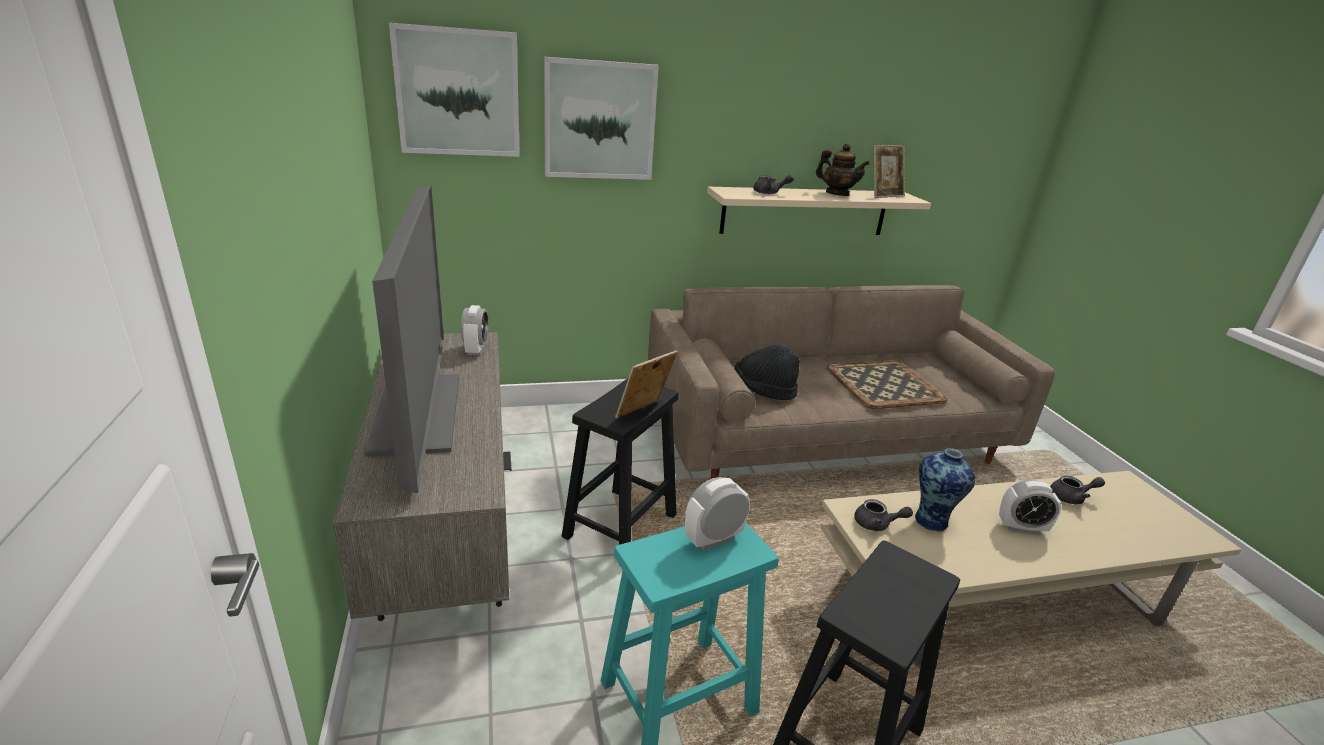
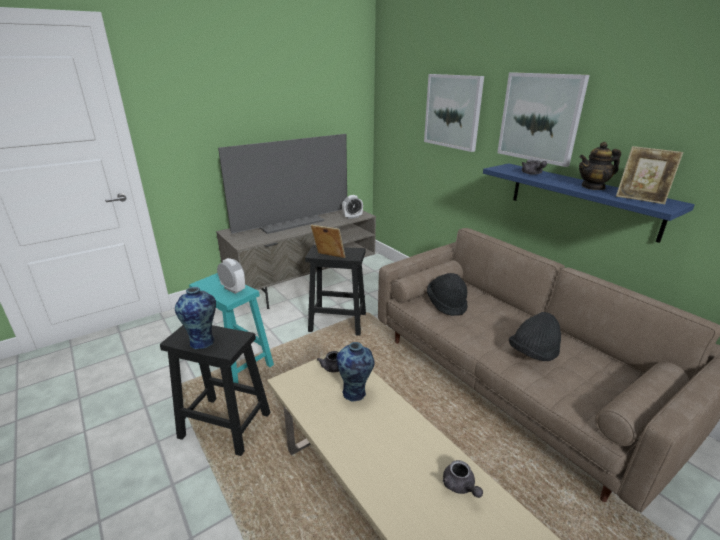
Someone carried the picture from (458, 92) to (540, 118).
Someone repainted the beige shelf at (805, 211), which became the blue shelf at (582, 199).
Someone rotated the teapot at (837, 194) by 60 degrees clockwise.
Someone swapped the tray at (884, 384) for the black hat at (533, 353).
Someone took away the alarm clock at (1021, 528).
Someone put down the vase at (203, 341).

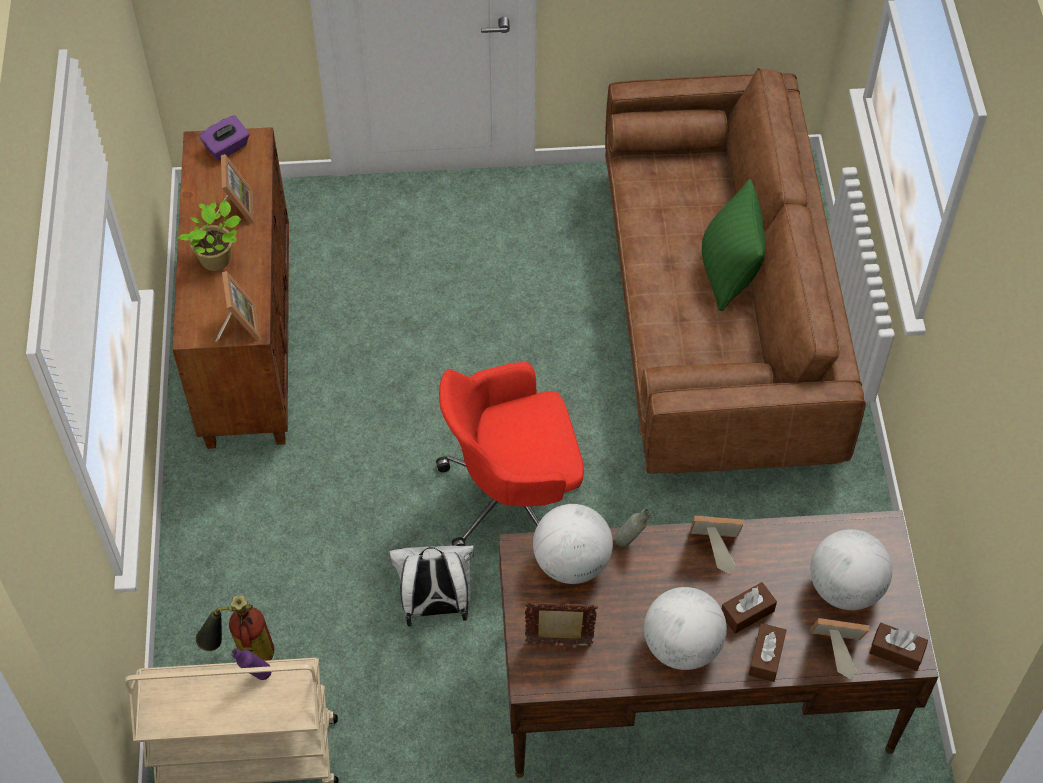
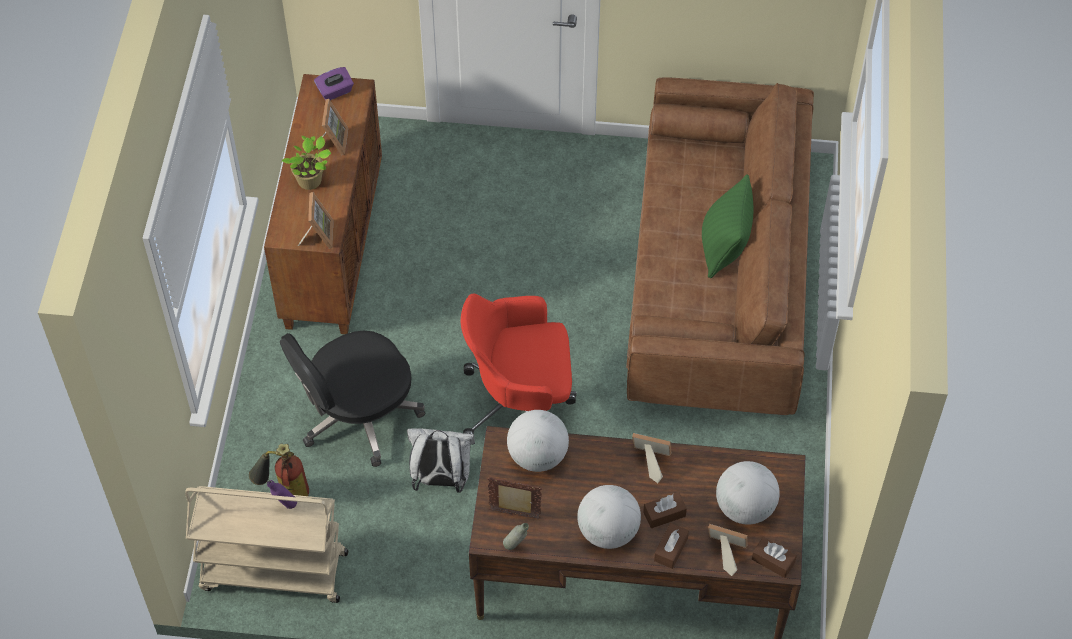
Someone carried the grey bottle from (630, 542) to (516, 547).
Someone put down the black office chair at (357, 416).

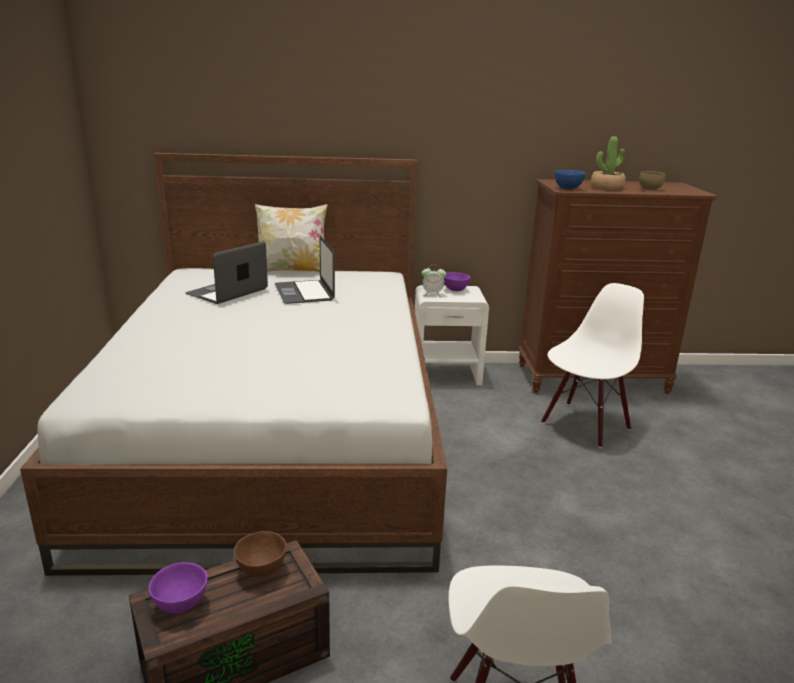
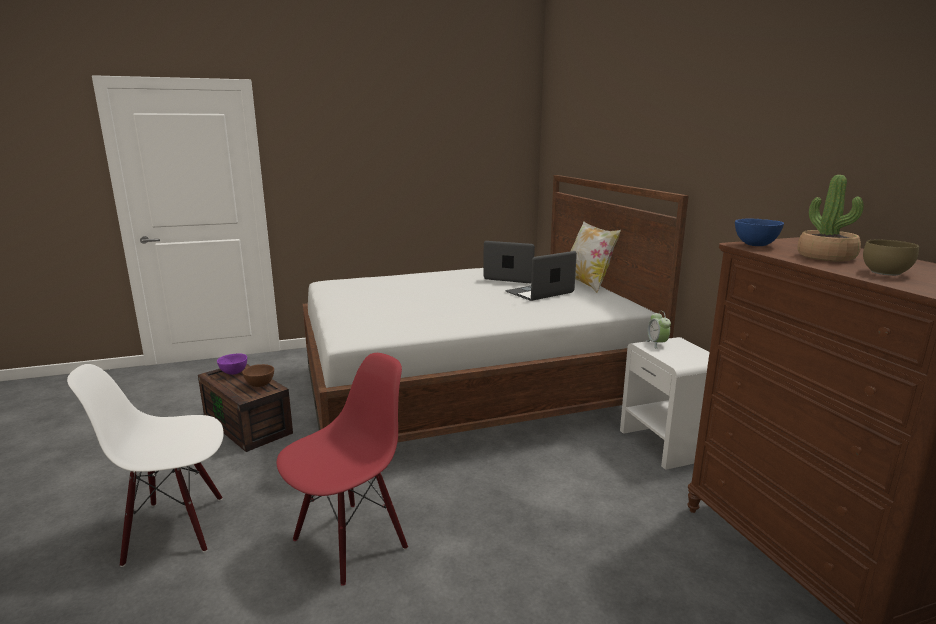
Someone took away the purple bowl at (455, 290).
Someone took away the white chair at (584, 425).
Someone put down the red chair at (350, 542).

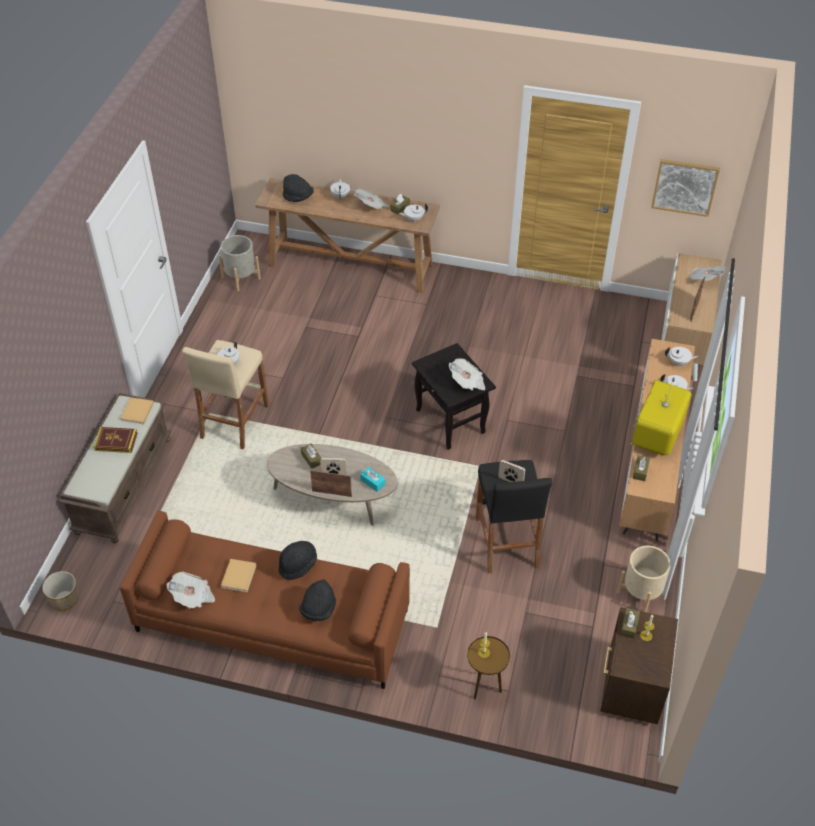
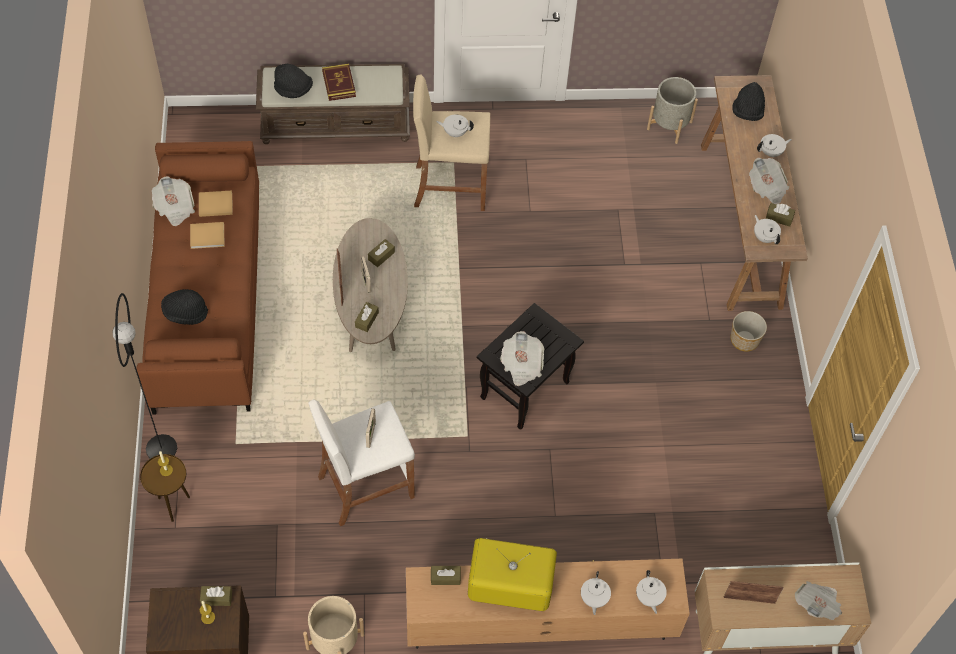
Someone carried the planter from (65, 599) to (745, 340).
Someone carried the beige book from (137, 412) to (214, 204).
Someone carried the black hat from (298, 565) to (293, 89).
Someone repainted the turquoise tissue box at (372, 482), which became the brown tissue box at (367, 320).
Someone repainted the black stool at (506, 543), which became the white stool at (365, 487).
Someone took away the picture at (685, 187).
Someone put down the black floor lamp at (161, 448).

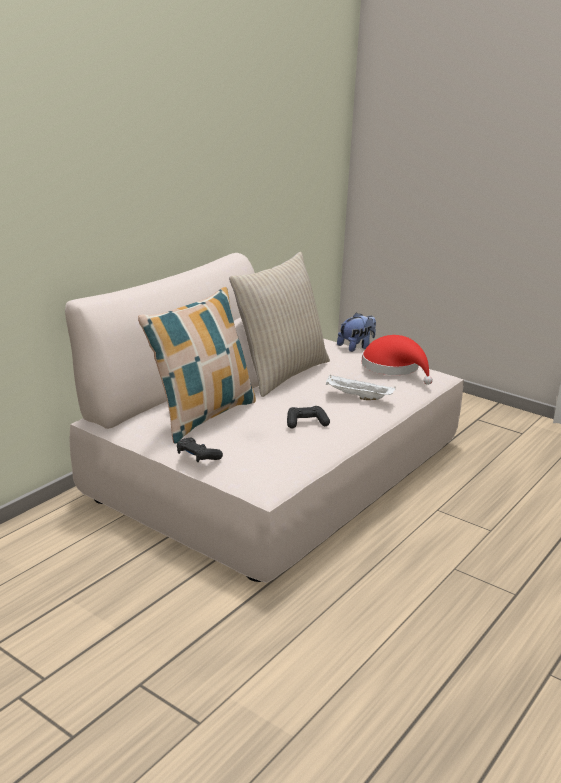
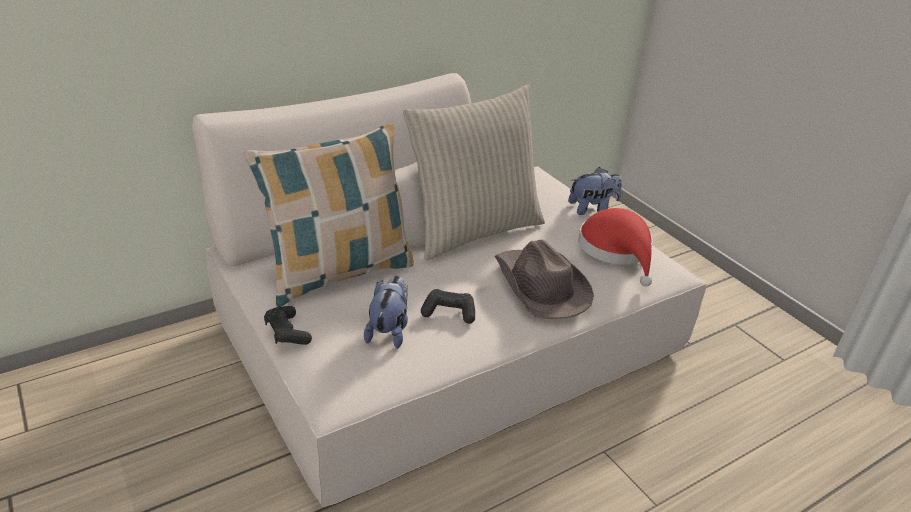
Someone swapped the white tray at (357, 397) for the brown hat at (540, 286).
Someone put down the plush toy at (389, 331).

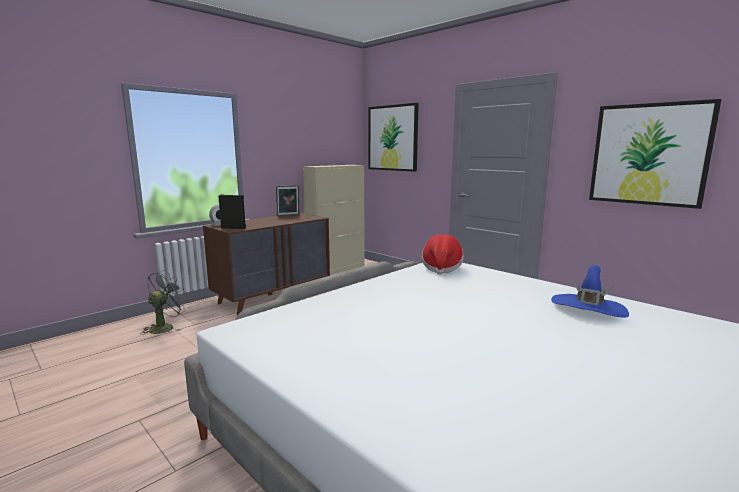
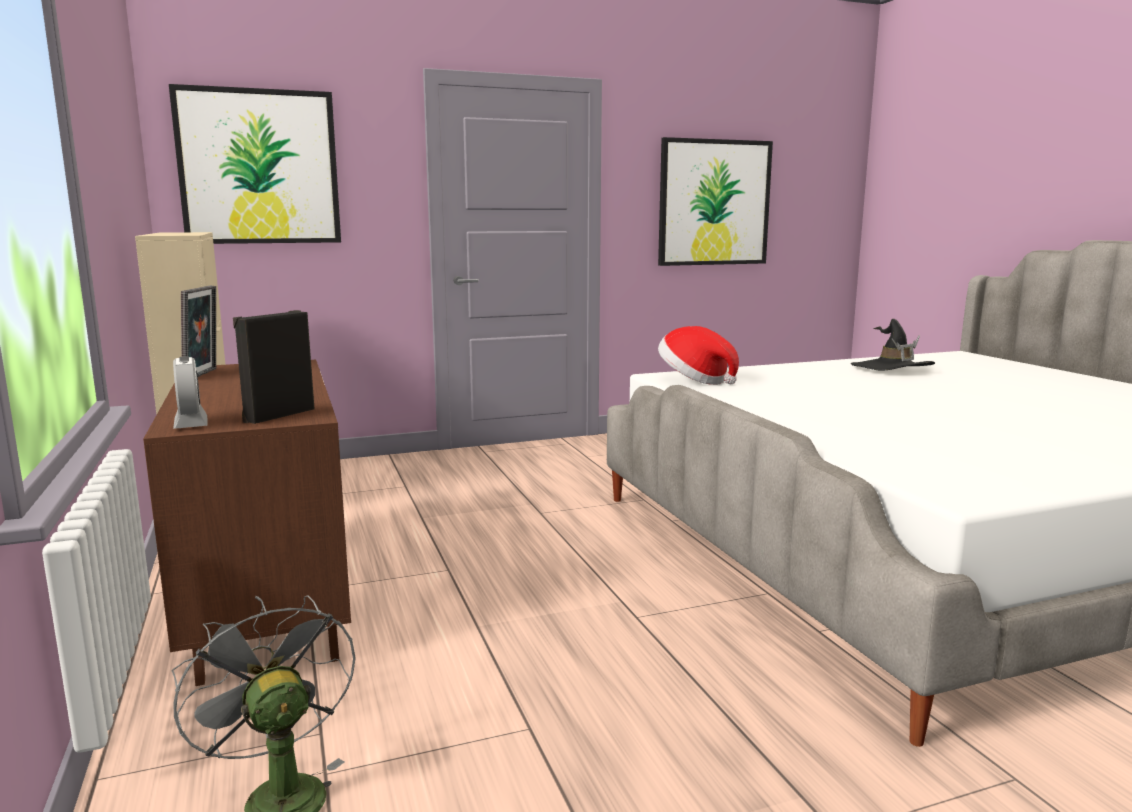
Someone repainted the blue hat at (588, 308), which became the black hat at (891, 369).

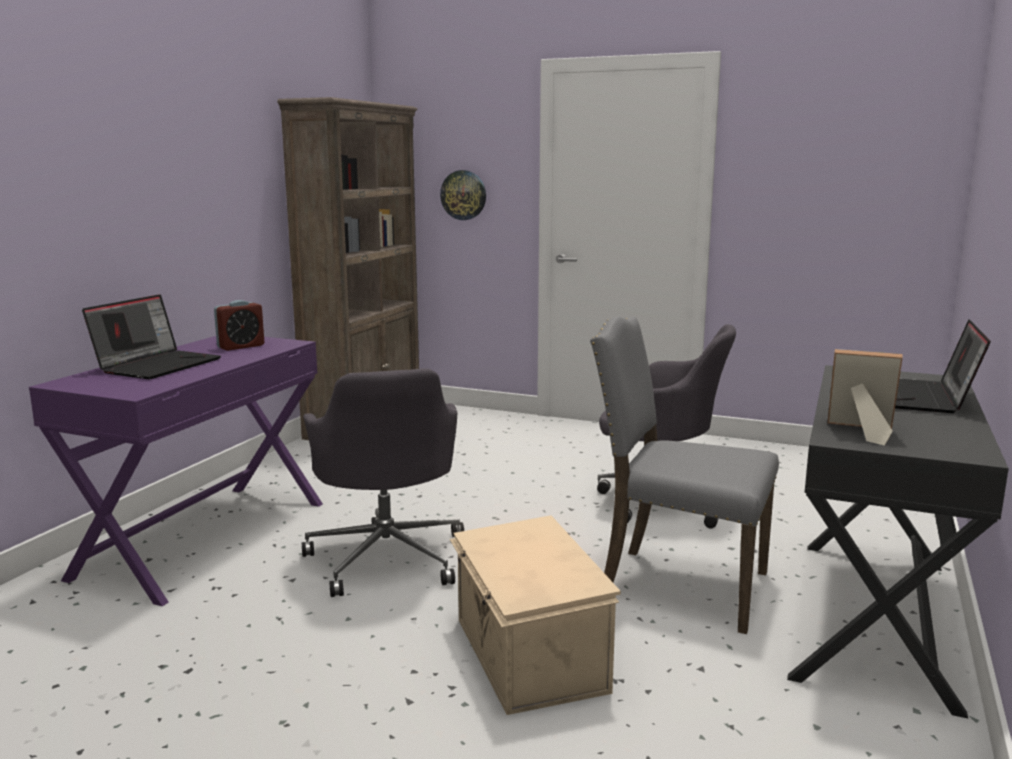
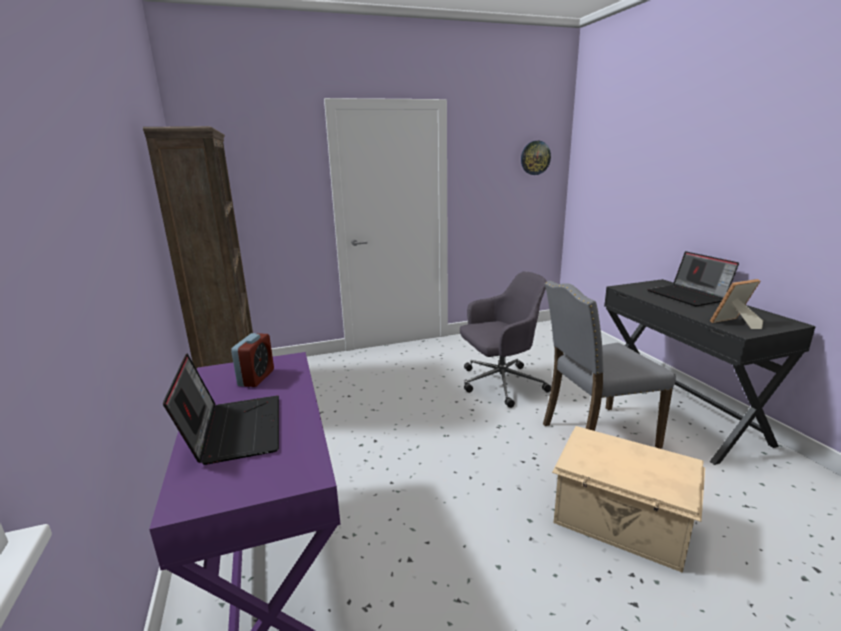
Someone took away the grey office chair at (387, 557).
Someone carried the wall clock from (463, 195) to (535, 158).

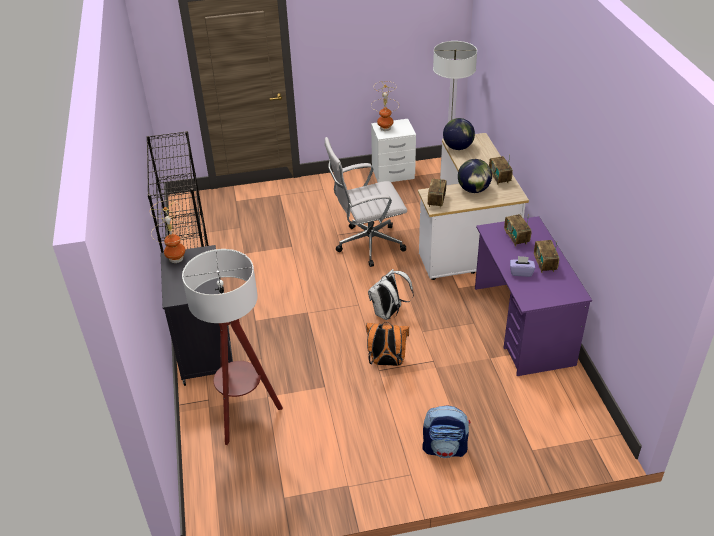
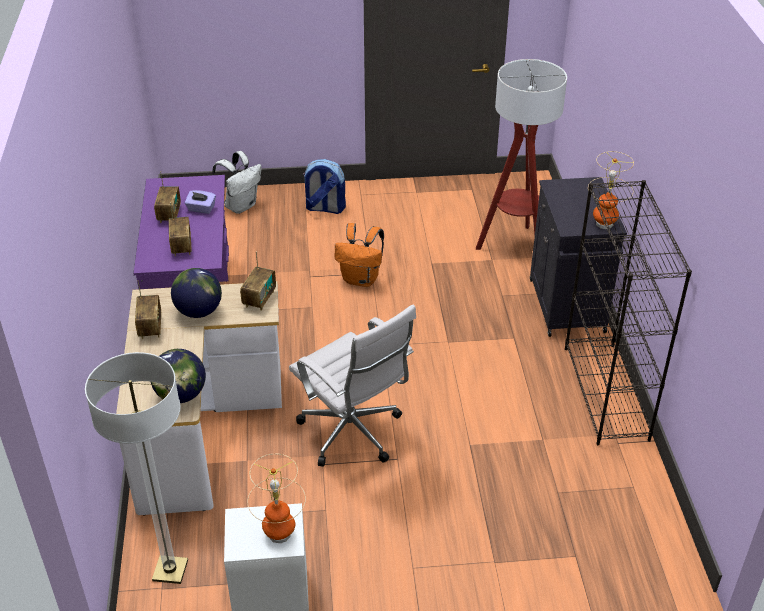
Someone rotated the white office chair at (367, 245) by 60 degrees clockwise.
Someone carried the white backpack from (388, 313) to (240, 206).

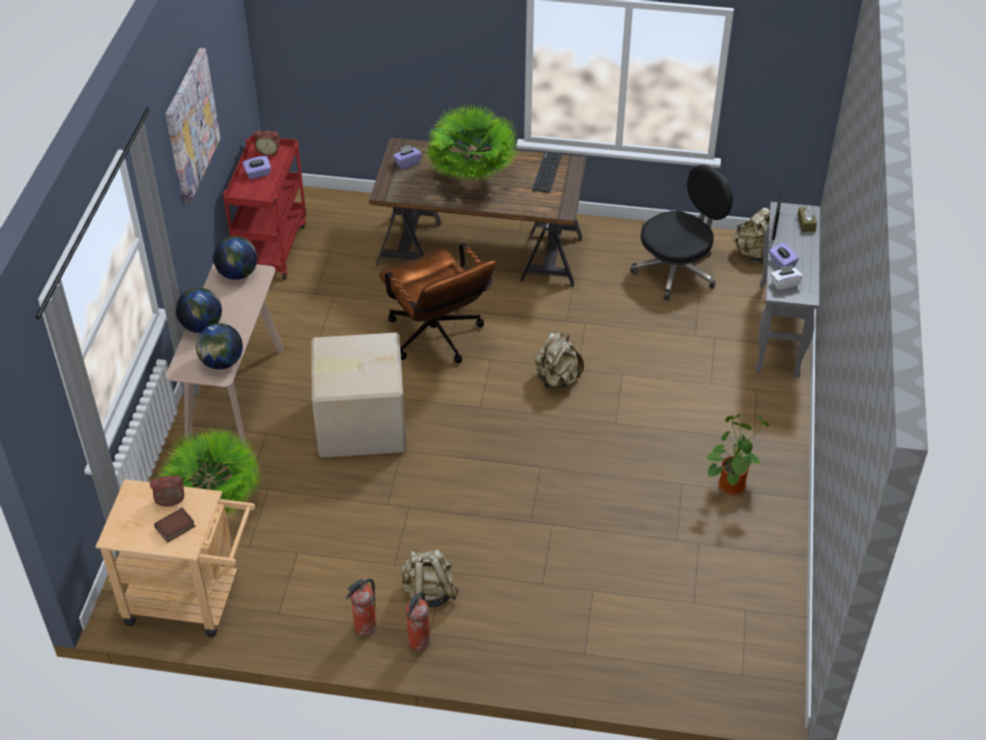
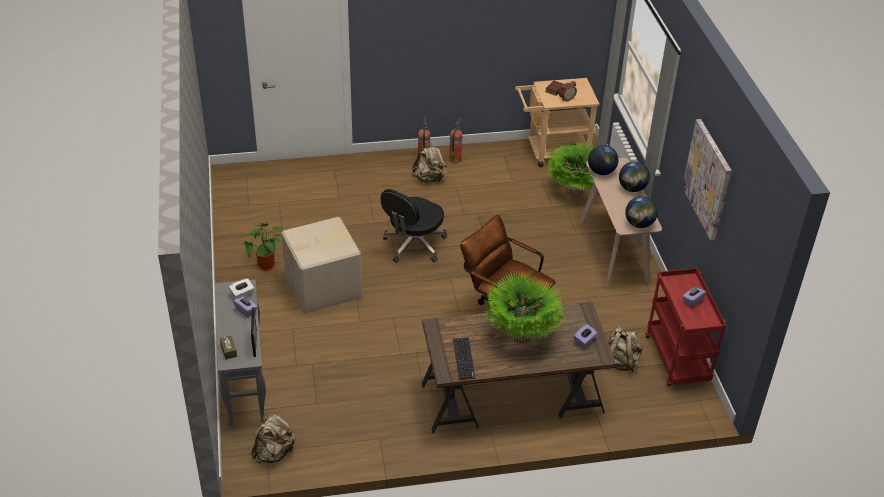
Someone took away the alarm clock at (269, 152).
Someone carried the cardboard box from (360, 423) to (324, 287).
Someone carried the beige backpack from (557, 379) to (620, 361).
Someone carried the black office chair from (677, 270) to (413, 245).

